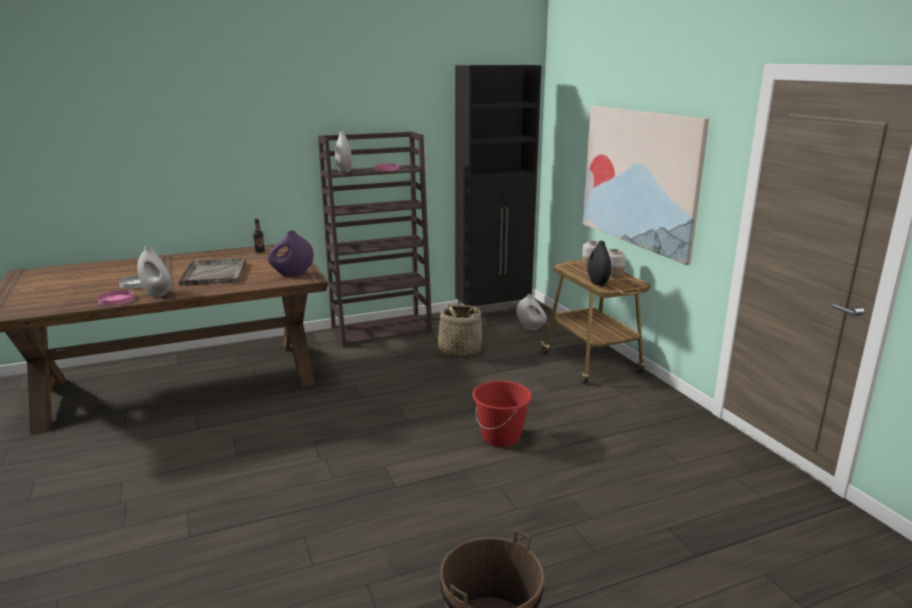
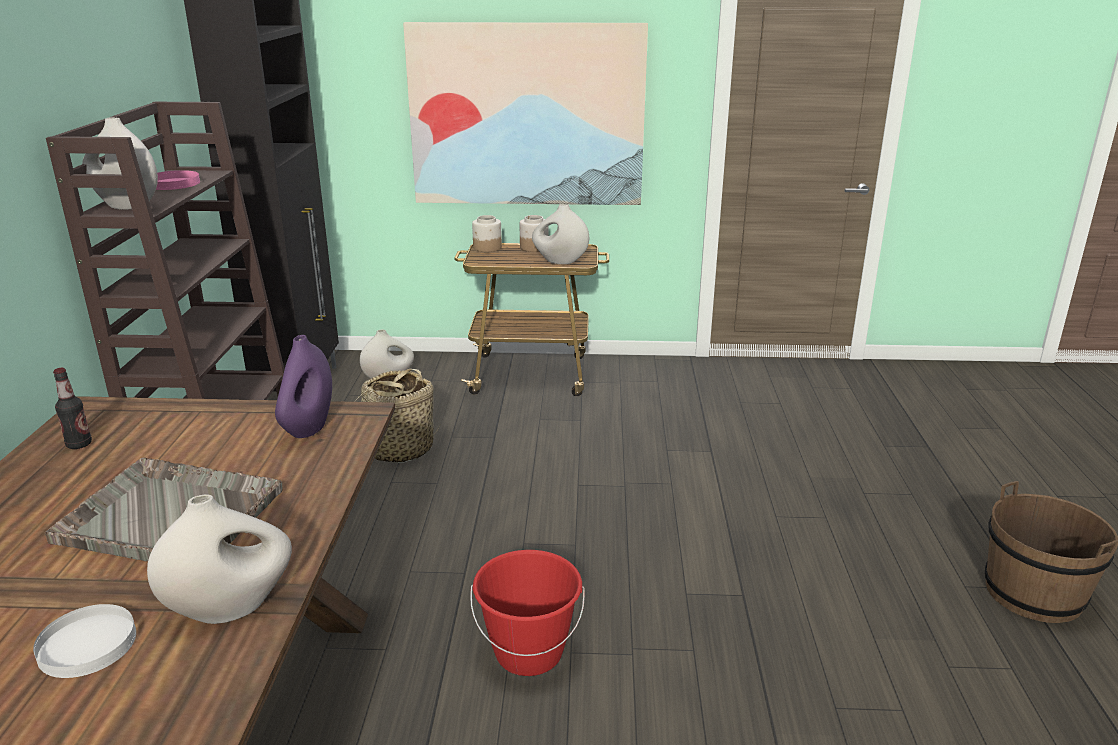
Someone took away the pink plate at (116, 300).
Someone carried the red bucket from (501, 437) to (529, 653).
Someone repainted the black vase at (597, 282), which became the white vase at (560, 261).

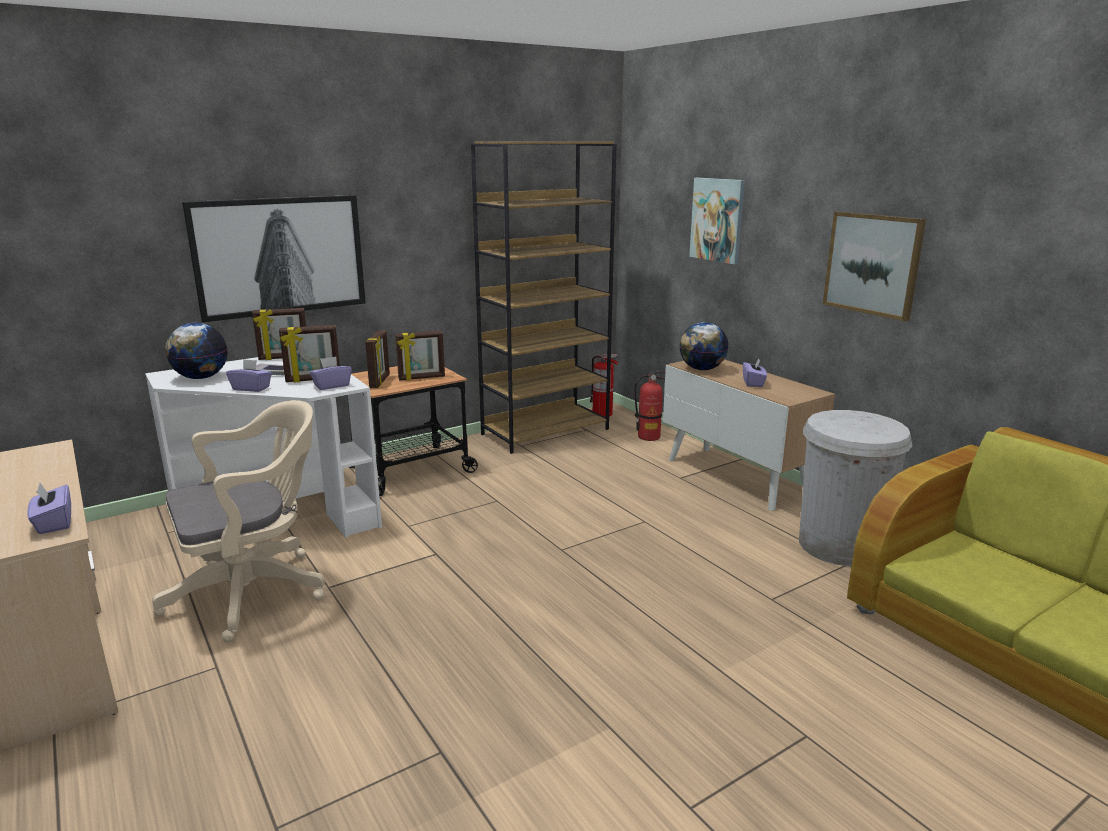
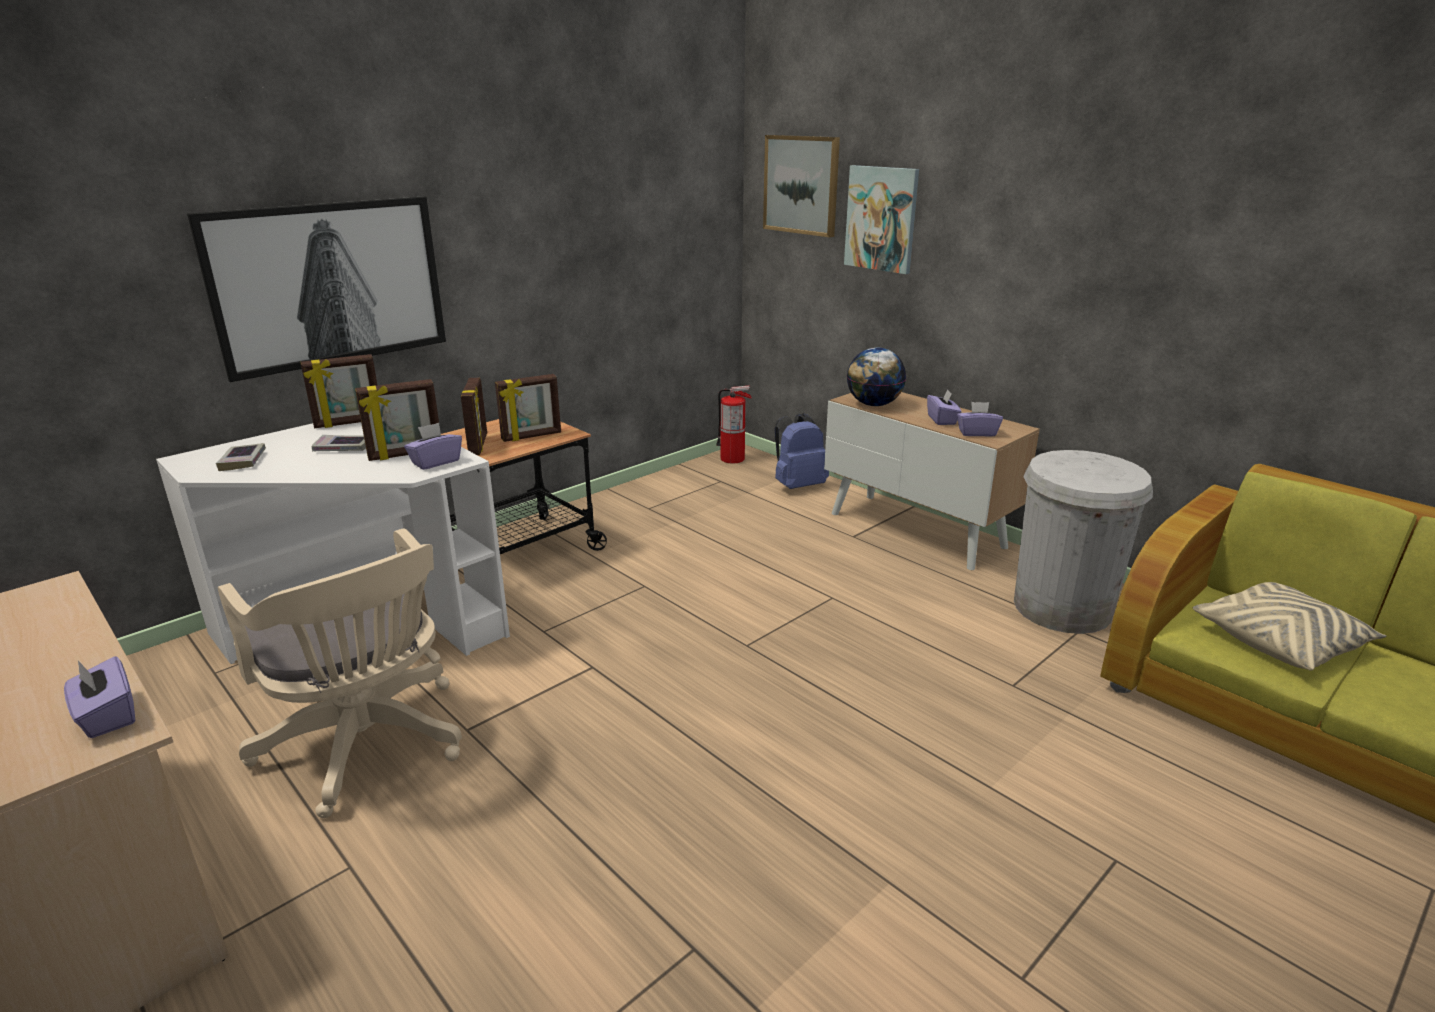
Someone rotated the beige office chair at (255, 591) by 90 degrees clockwise.
Someone swapped the globe at (201, 377) for the book at (243, 461).
Someone carried the purple tissue box from (251, 388) to (977, 433).
Someone took away the brown bookcase at (545, 431).
Someone swapped the fire extinguisher at (649, 437) for the blue backpack at (798, 485).
Someone carried the picture from (873, 264) to (801, 185).
Someone put down the beige pillow at (1280, 641).

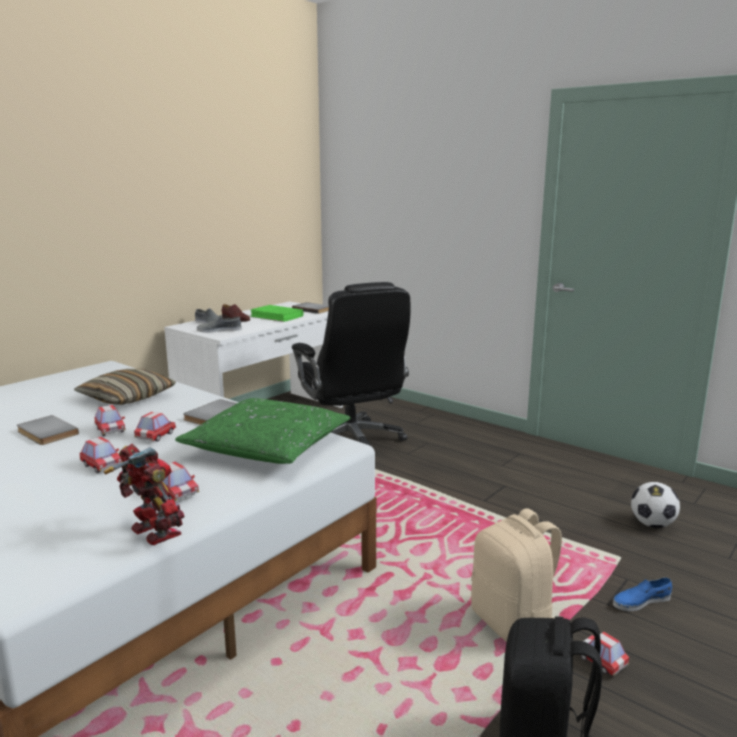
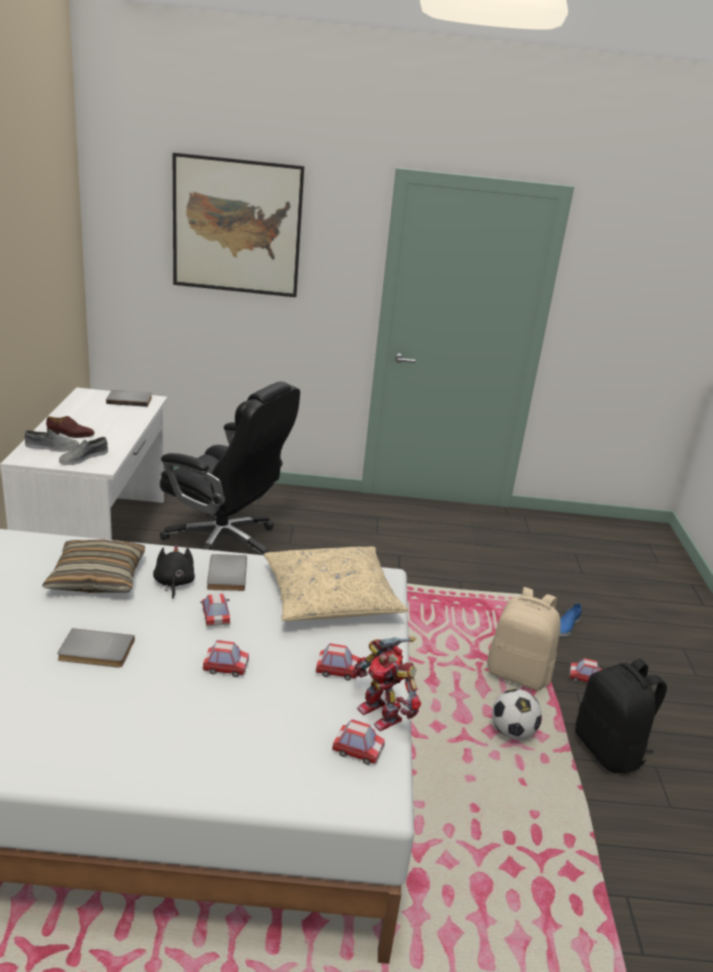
Someone carried the toy car from (110, 430) to (357, 751).
Someone rotated the toy robot at (152, 534) by 135 degrees counterclockwise.
Someone repainted the green pillow at (267, 447), which became the beige pillow at (330, 597).
Someone took away the green book at (277, 316).
Someone carried the football from (652, 524) to (512, 732).
Someone put down the black plush toy at (173, 583).
Someone put up the picture at (237, 226).

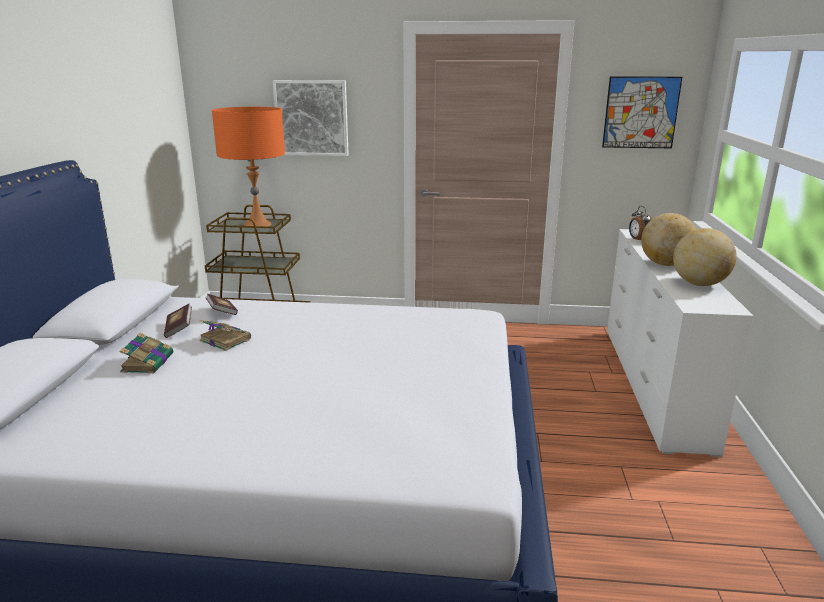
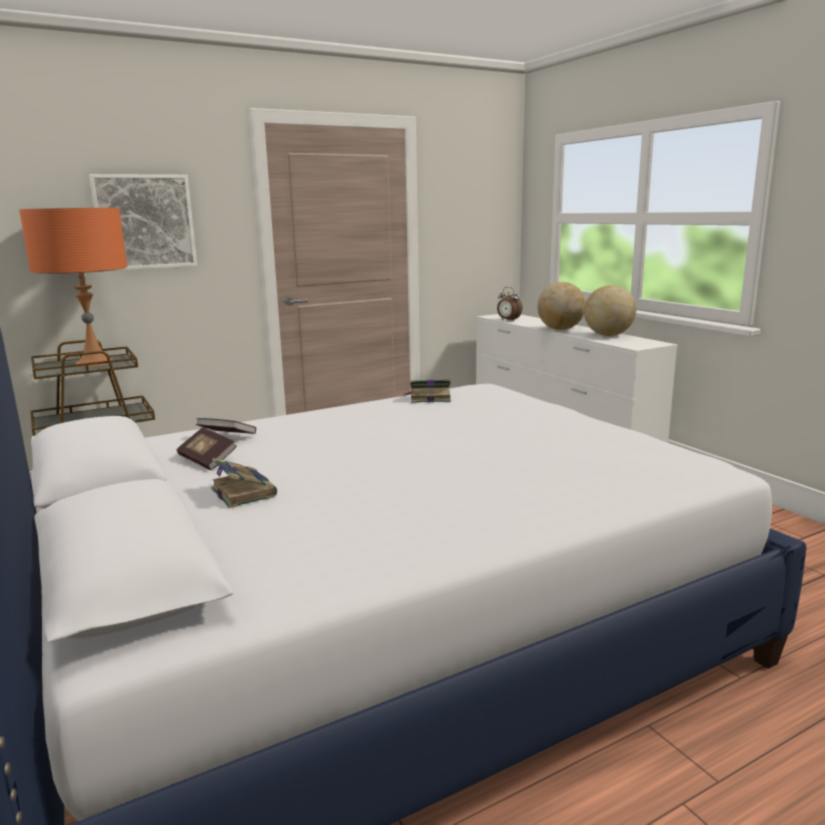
Someone carried the book from (224, 340) to (429, 398).
Someone took away the picture at (641, 112).

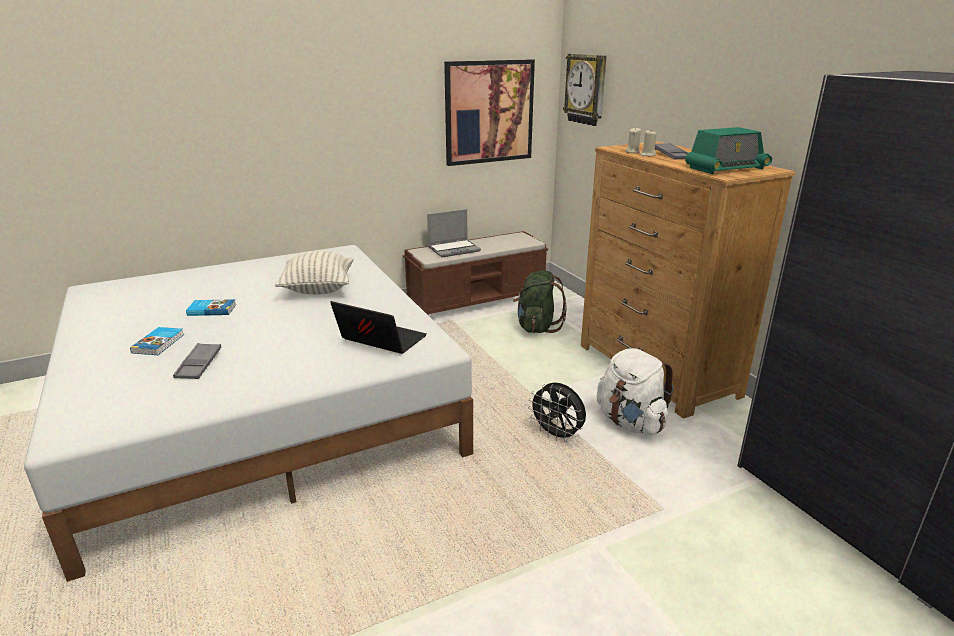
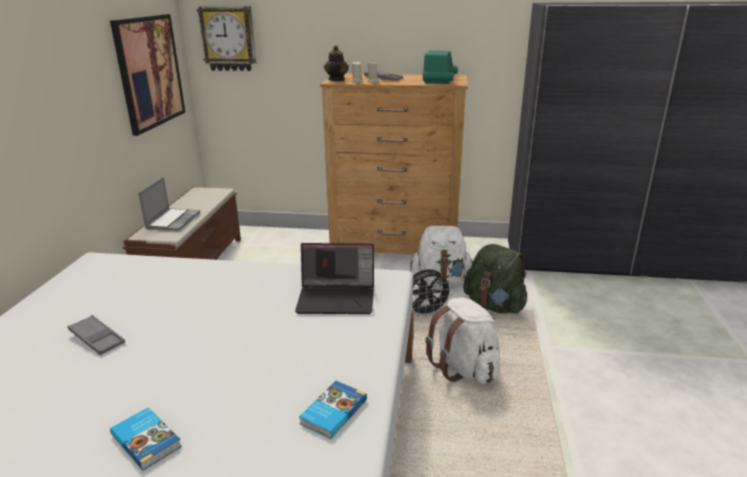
Someone carried the grey tray from (199, 365) to (97, 339).
Someone carried the book from (212, 310) to (332, 411).
Someone took away the pillow at (318, 289).
Someone rotated the laptop at (380, 340) by 150 degrees counterclockwise.
Someone carried the green backpack from (537, 327) to (494, 306).
Someone put down the teapot at (337, 80).
Someone put down the white backpack at (464, 368).

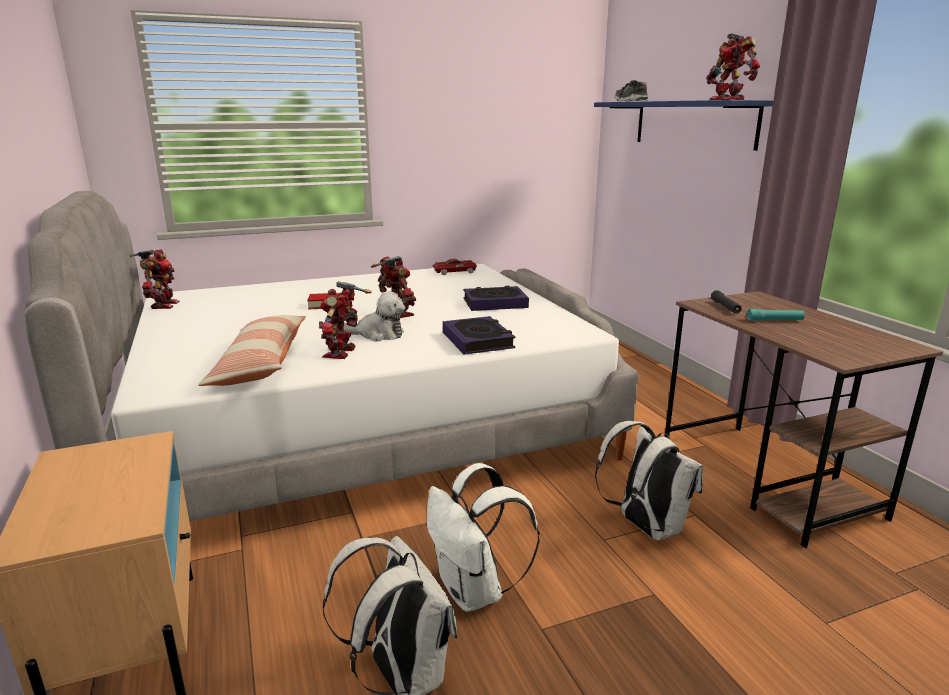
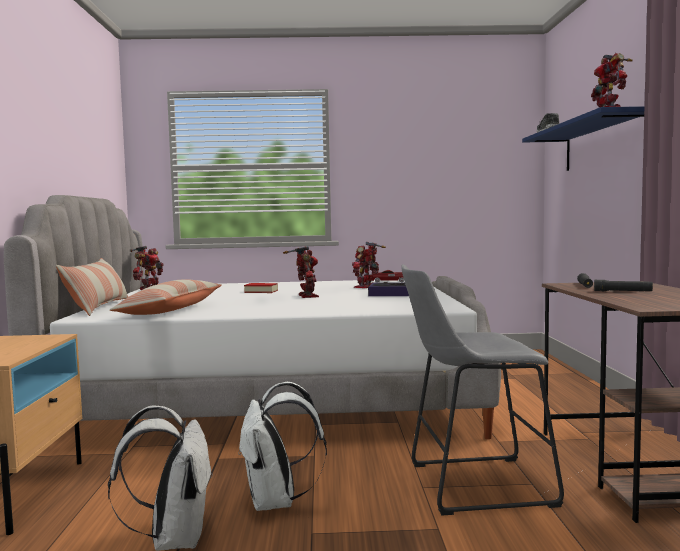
Someone carried the toy robot from (342, 352) to (366, 287).
Someone took away the plush toy at (378, 334).
Someone took away the book at (478, 341).
Someone swapped the white backpack at (645, 527) for the grey stool at (471, 484).
Someone repainted the turquoise flashlight at (775, 320), which became the black flashlight at (622, 291).
Someone put down the pillow at (98, 307).

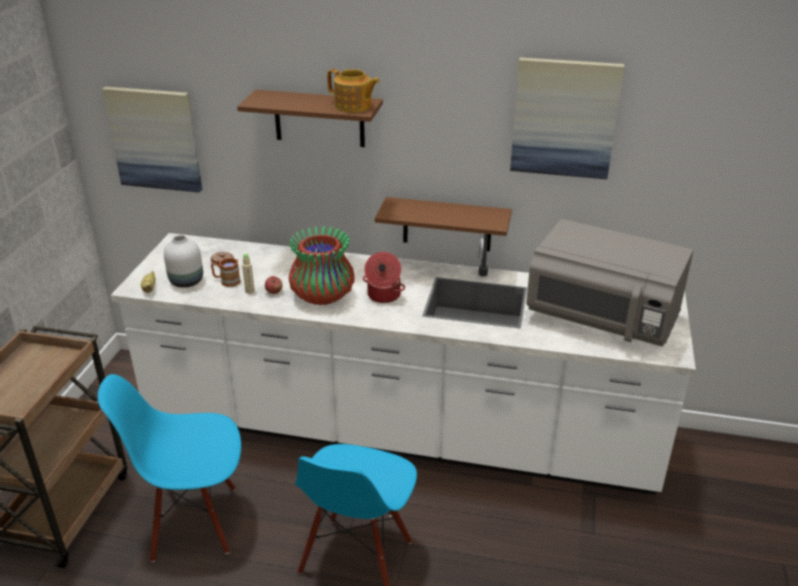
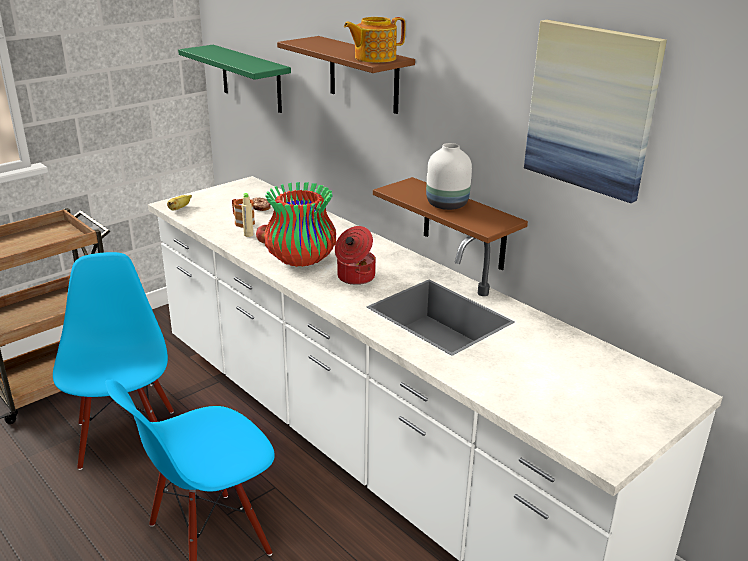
Someone rotated the blue chair at (194, 522) by 45 degrees clockwise.
Someone swapped the picture at (155, 139) for the green shelf at (251, 79).
Someone carried the white vase from (186, 281) to (447, 204).
Someone rotated the teapot at (353, 106) by 90 degrees clockwise.
Someone took away the grey microwave at (602, 318).

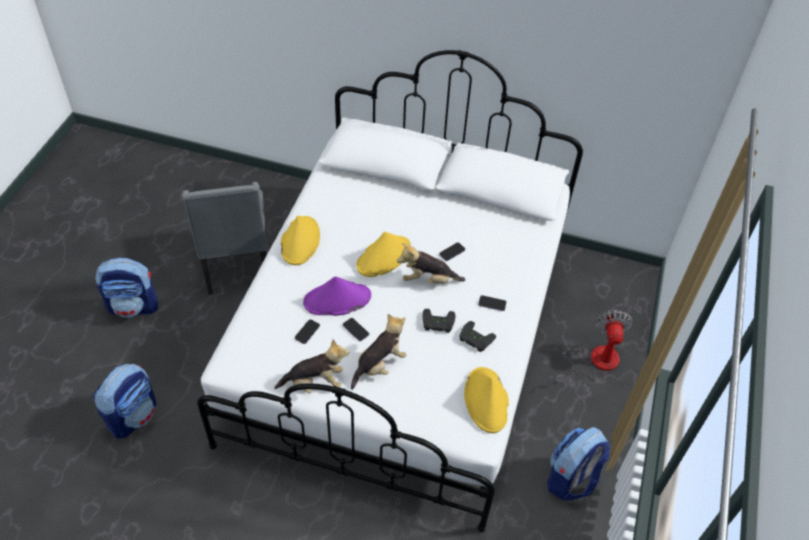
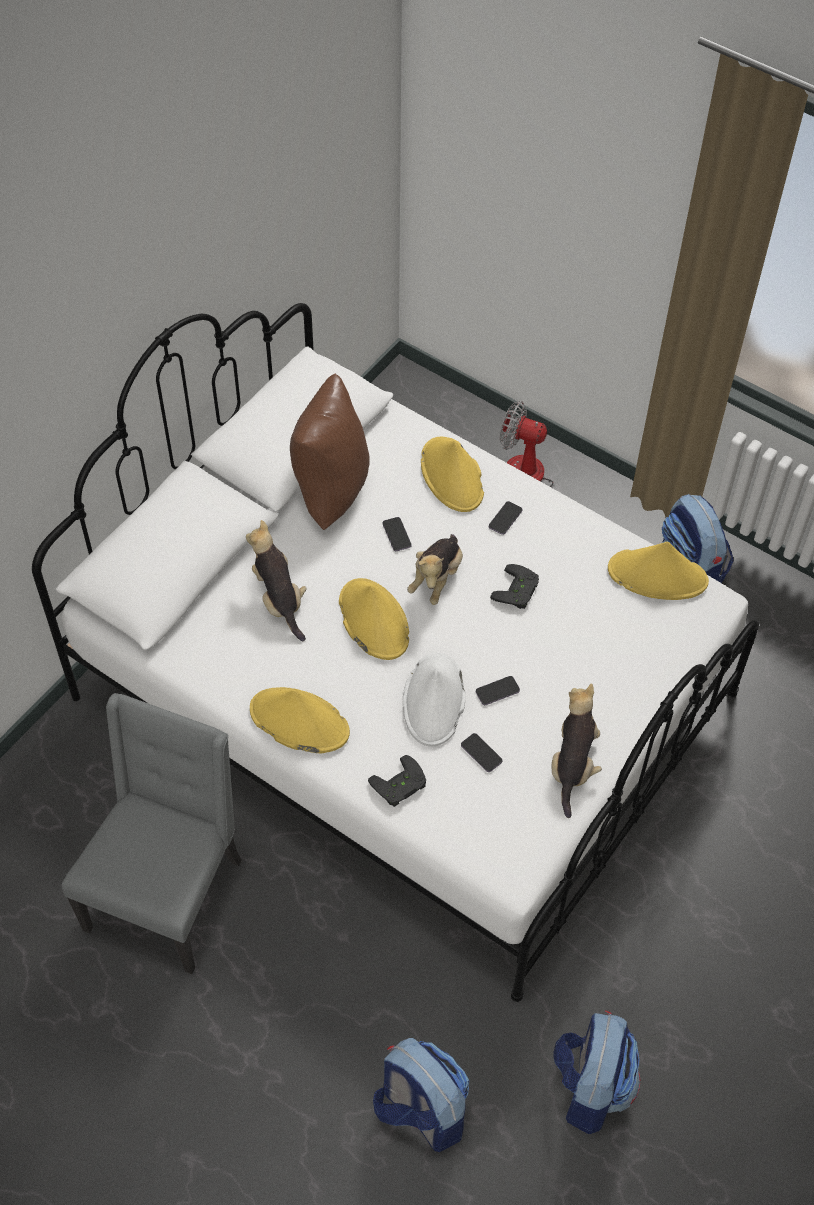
Someone carried the backpack from (134, 306) to (590, 1086).
Someone rotated the grey chair at (237, 265) by 75 degrees counterclockwise.
Someone repainted the purple hat at (337, 300), which became the white hat at (434, 701).
Someone carried the plush toy from (379, 365) to (279, 599).
Someone carried the black game controller from (474, 339) to (400, 786).
Someone put down the brown pillow at (329, 489).
Someone put down the yellow hat at (452, 476).

